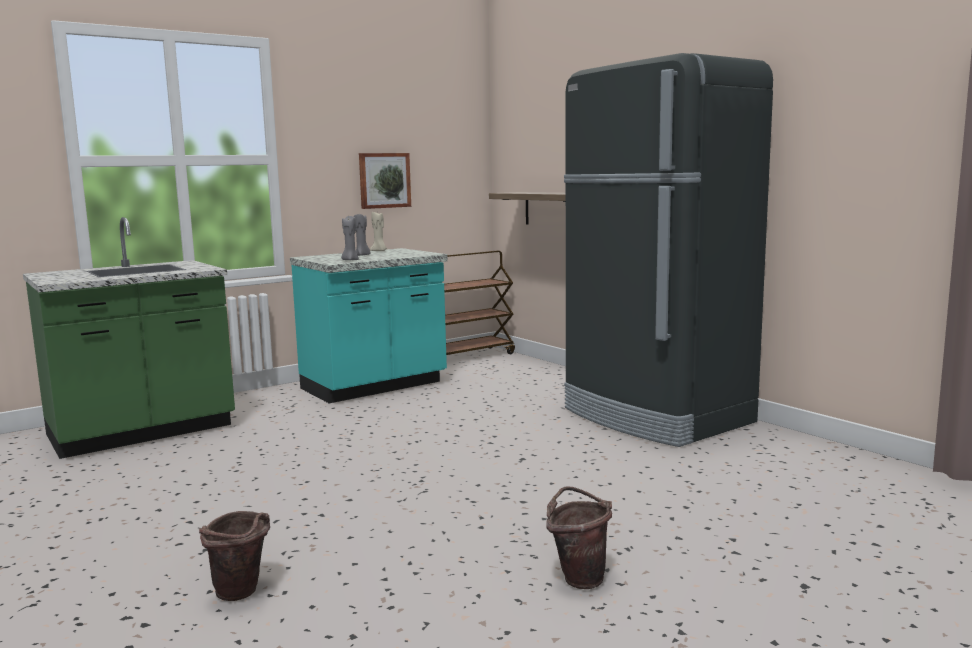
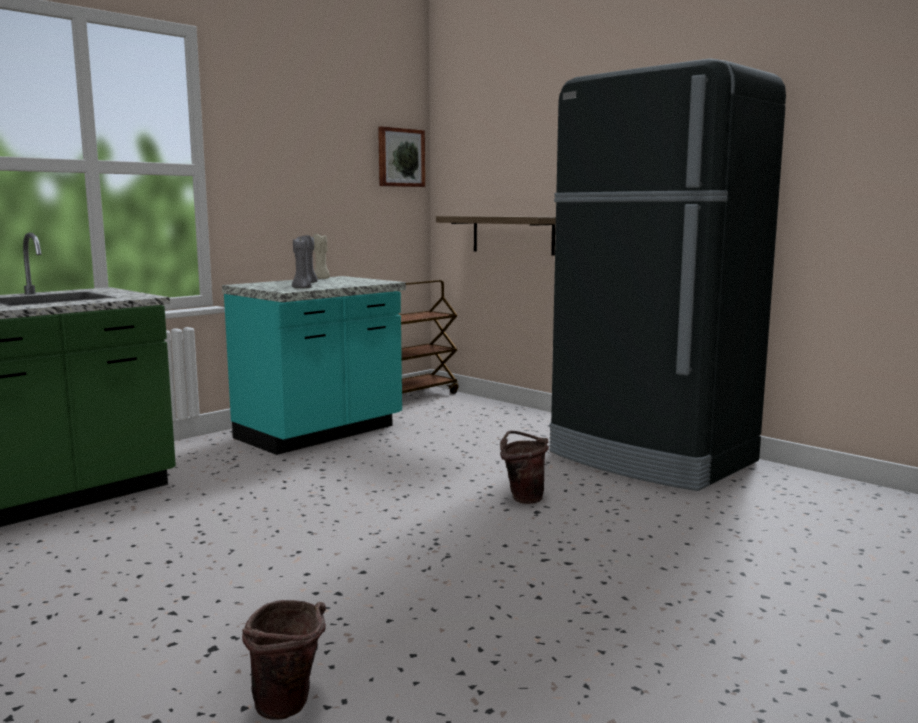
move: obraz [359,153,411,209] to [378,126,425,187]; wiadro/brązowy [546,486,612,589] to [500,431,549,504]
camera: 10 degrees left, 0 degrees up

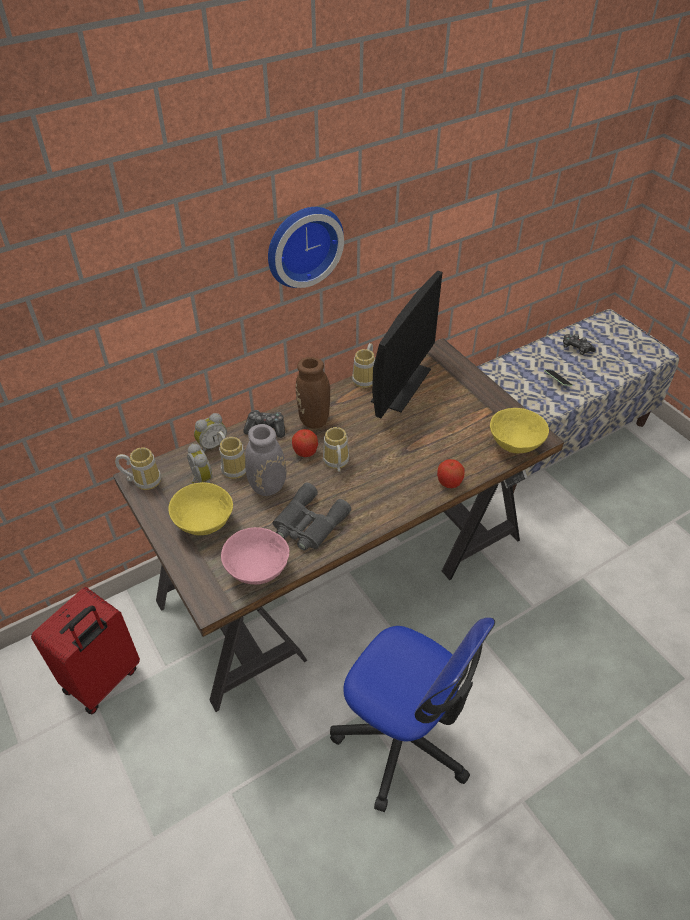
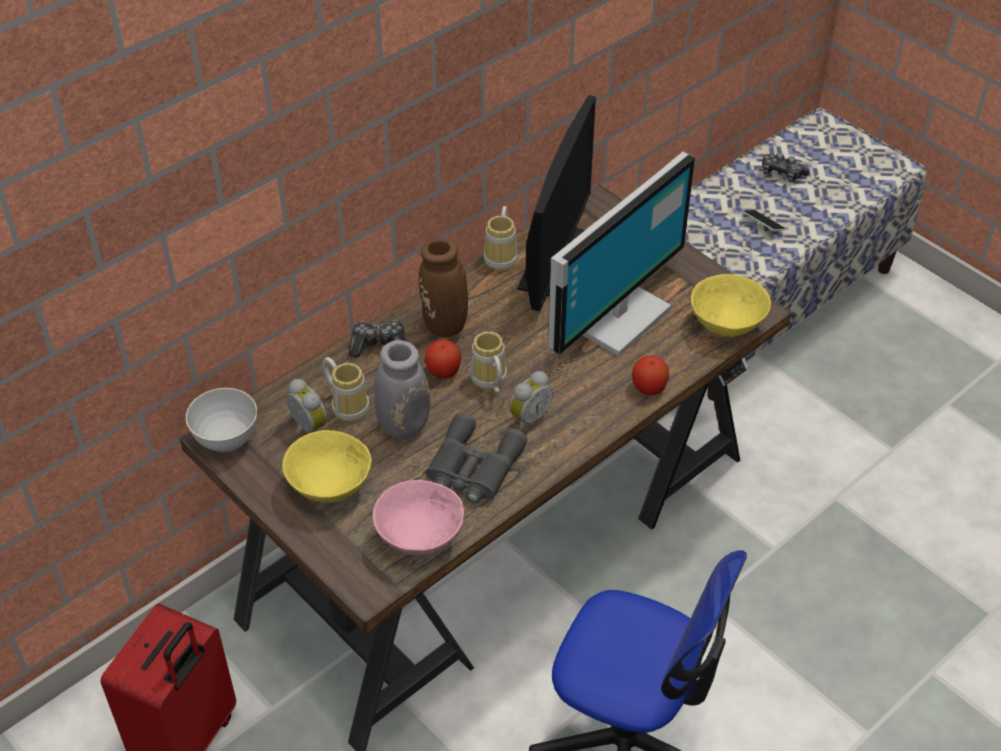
delete: zegar ścienny [268,207,344,288]
insert: monitor [548,152,695,357]
move: budzik [194,413,227,453] to [509,371,553,431]
replace: kubek [115,447,161,490] to miska/szary [186,388,257,452]
camera: 10 degrees left, 0 degrees up

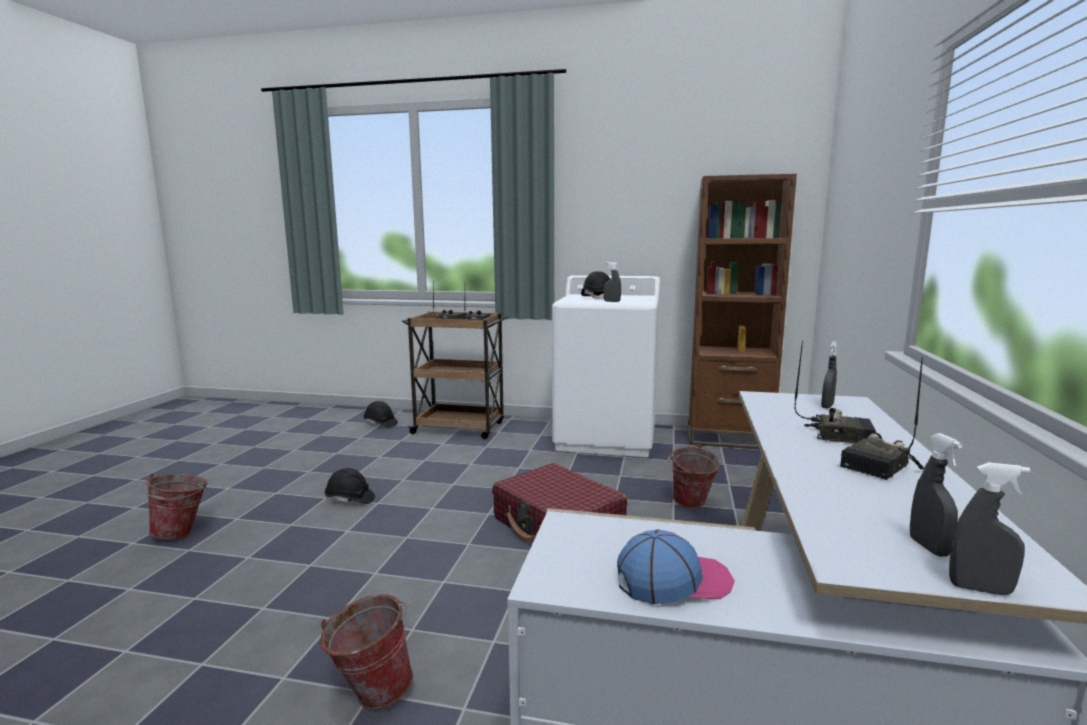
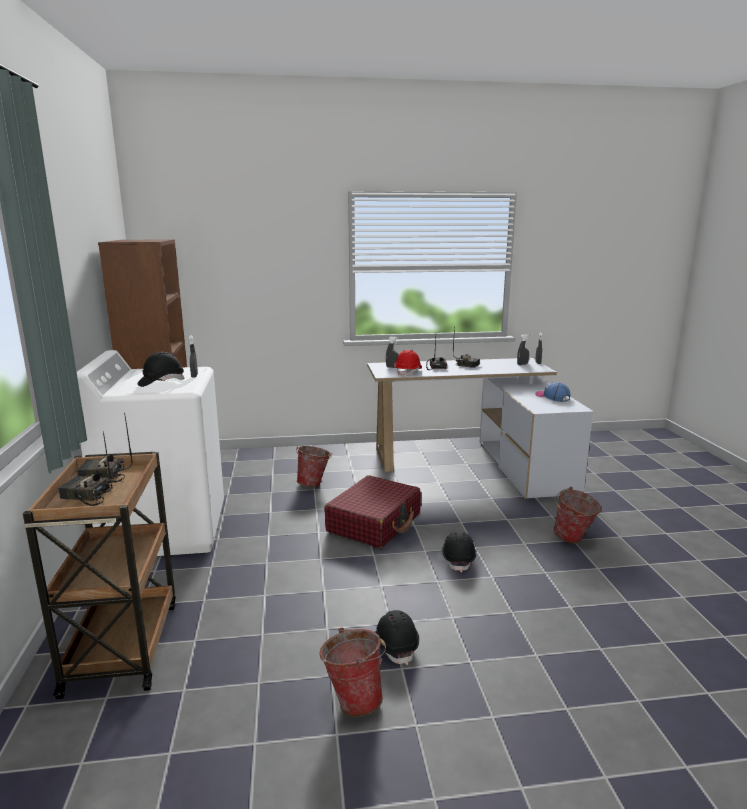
insert: kask/czerwony [394,350,422,376]
move: wiadro [142,474,208,540] to [319,627,386,717]; kask/czarny [363,401,398,428] to [442,531,477,573]
camera: 110 degrees left, 5 degrees up

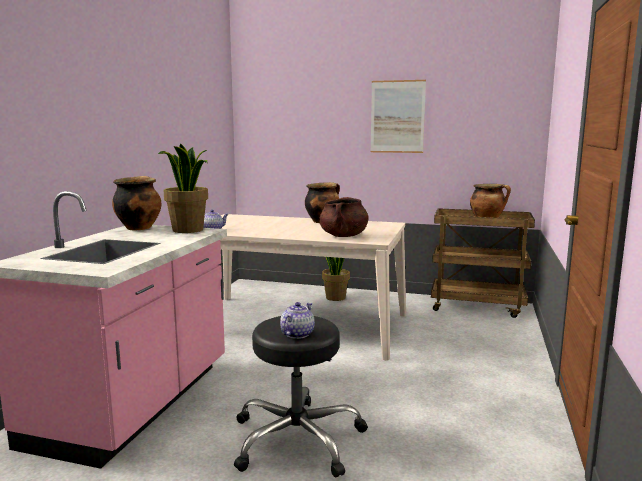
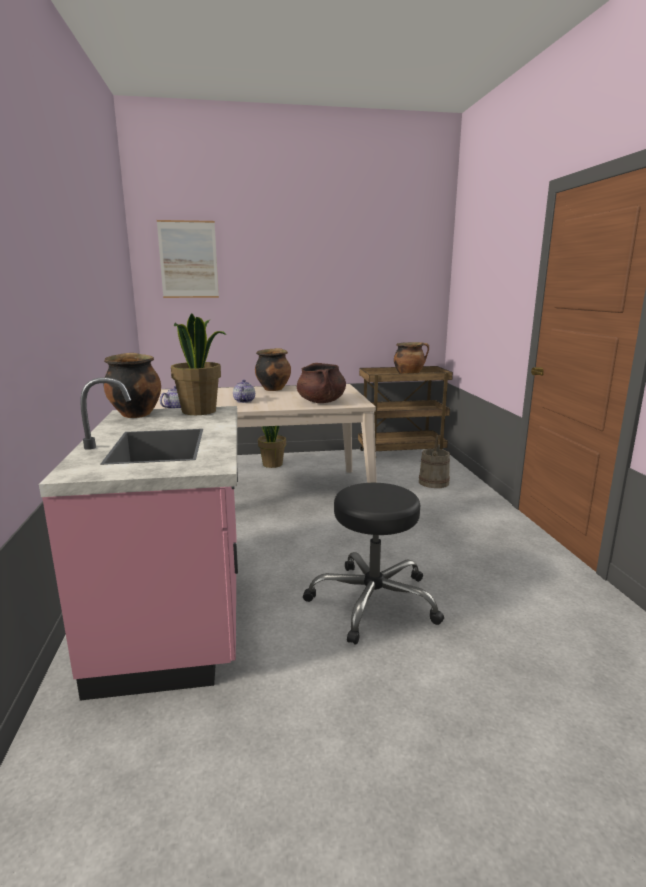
insert: wiadro/beżowy [419,435,450,488]
move: obraz [370,80,426,153] to [157,220,219,298]; imbryk [280,302,315,339] to [233,380,255,403]
camera: 25 degrees left, 5 degrees up

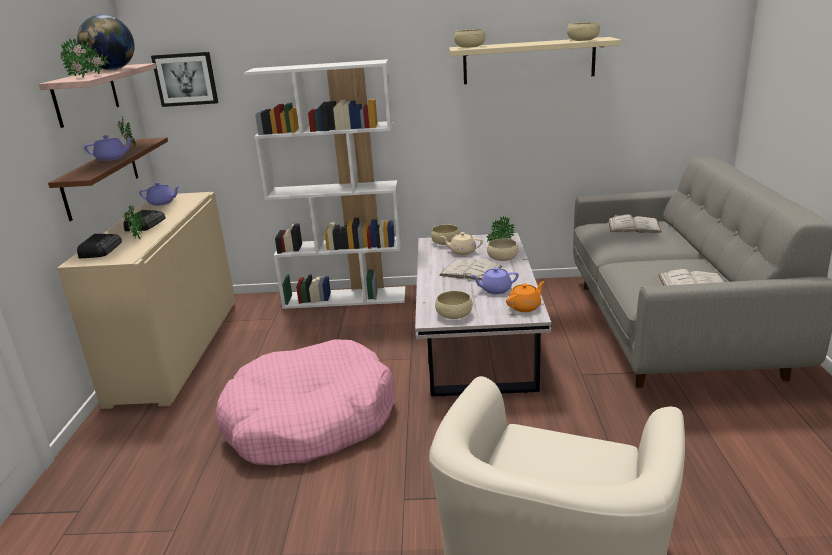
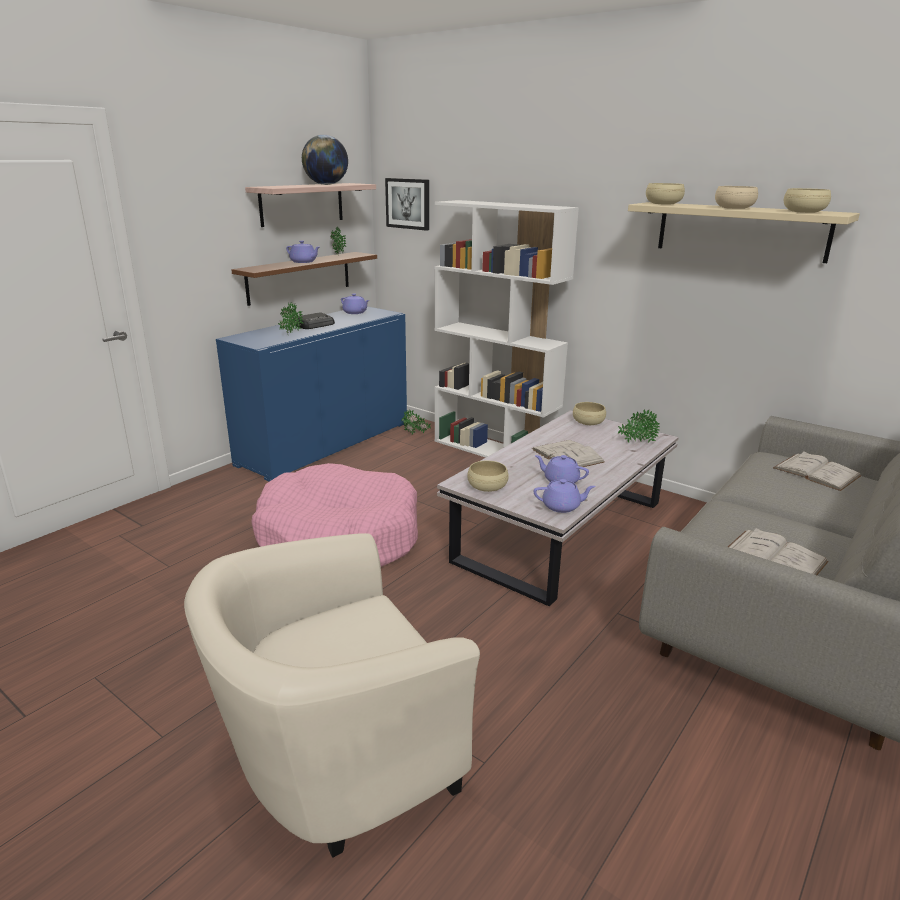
delete: radio [77,234,122,258]; imbryk/beżowy [440,232,483,255]
move: roślina doniczkowa [61,38,109,78] to [402,410,431,435]; miska/beżowy [487,239,519,261] to [715,186,758,209]
recolor: szafka/beżowy [57,192,236,409] to szafka/niebieski [216,306,407,482]; imbryk/pomarańczowy [506,281,545,312] to imbryk/fioletowy [534,479,596,513]
camera: 35 degrees right, 0 degrees up

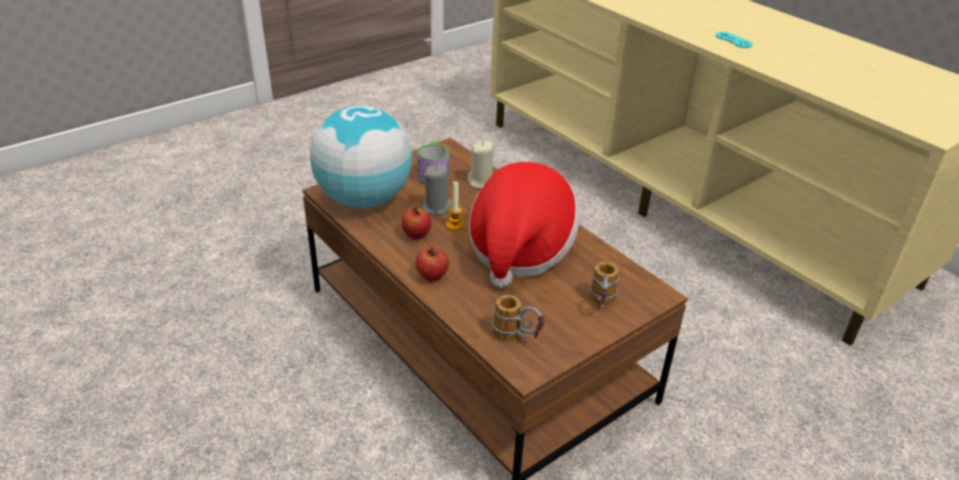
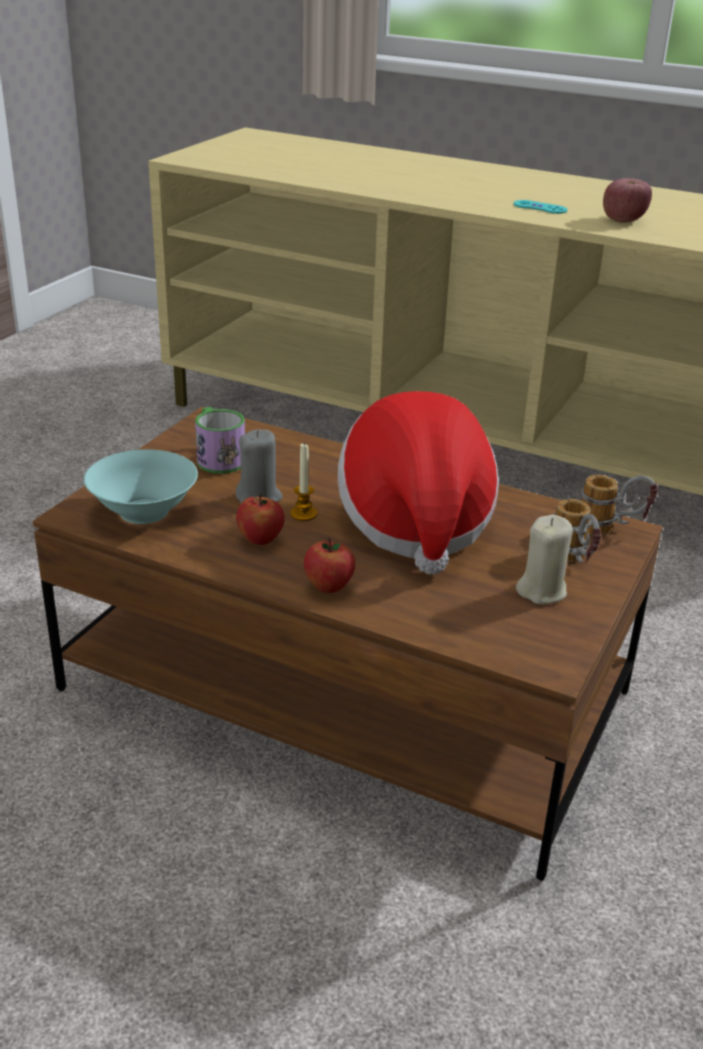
insert: jabłko [603,178,652,223]
move: świeca/beżowy [467,140,494,189] to [516,515,573,604]; kubek [492,295,545,341] to [581,475,658,535]
replace: globus [310,105,413,208] to miska/turkusowy [84,449,198,524]
camera: 25 degrees left, 5 degrees down

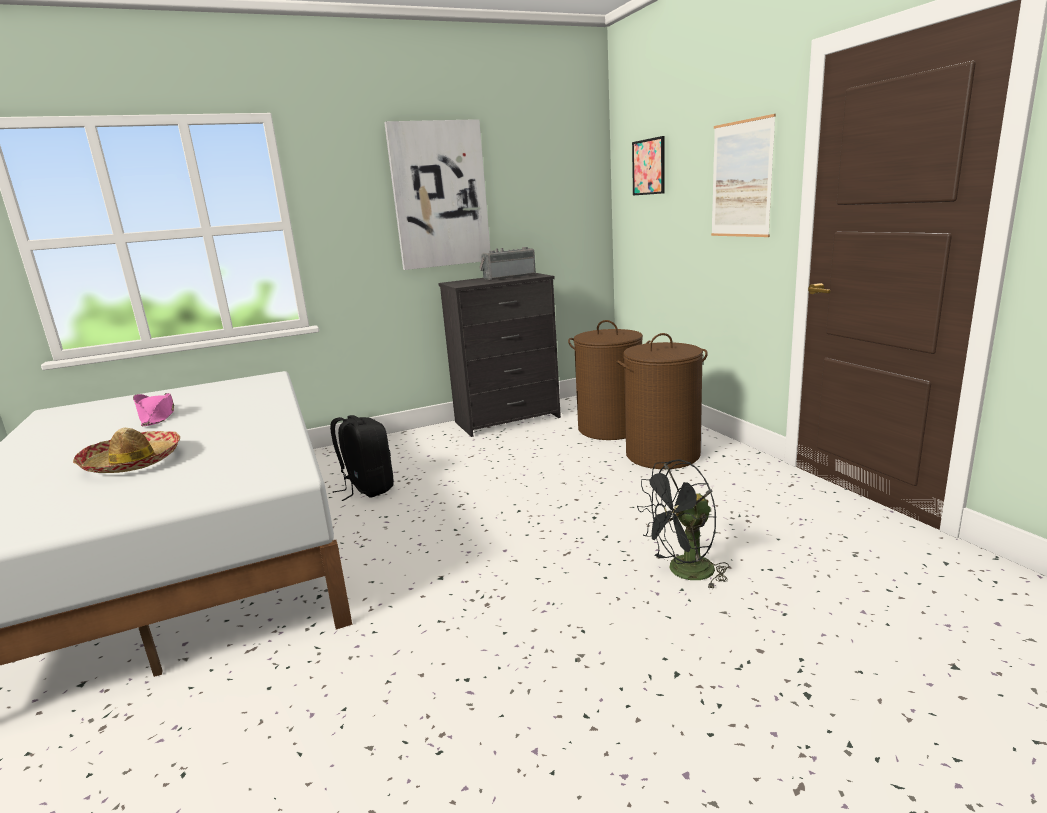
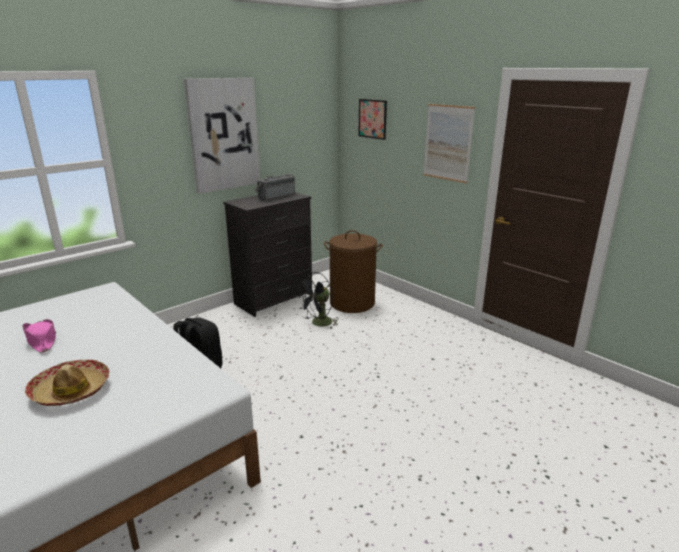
delete: kosz na pranie/brązowy [616,333,708,469]
move: wentylator/czarny [637,460,729,590] to [296,272,338,329]
camera: 20 degrees left, 5 degrees up

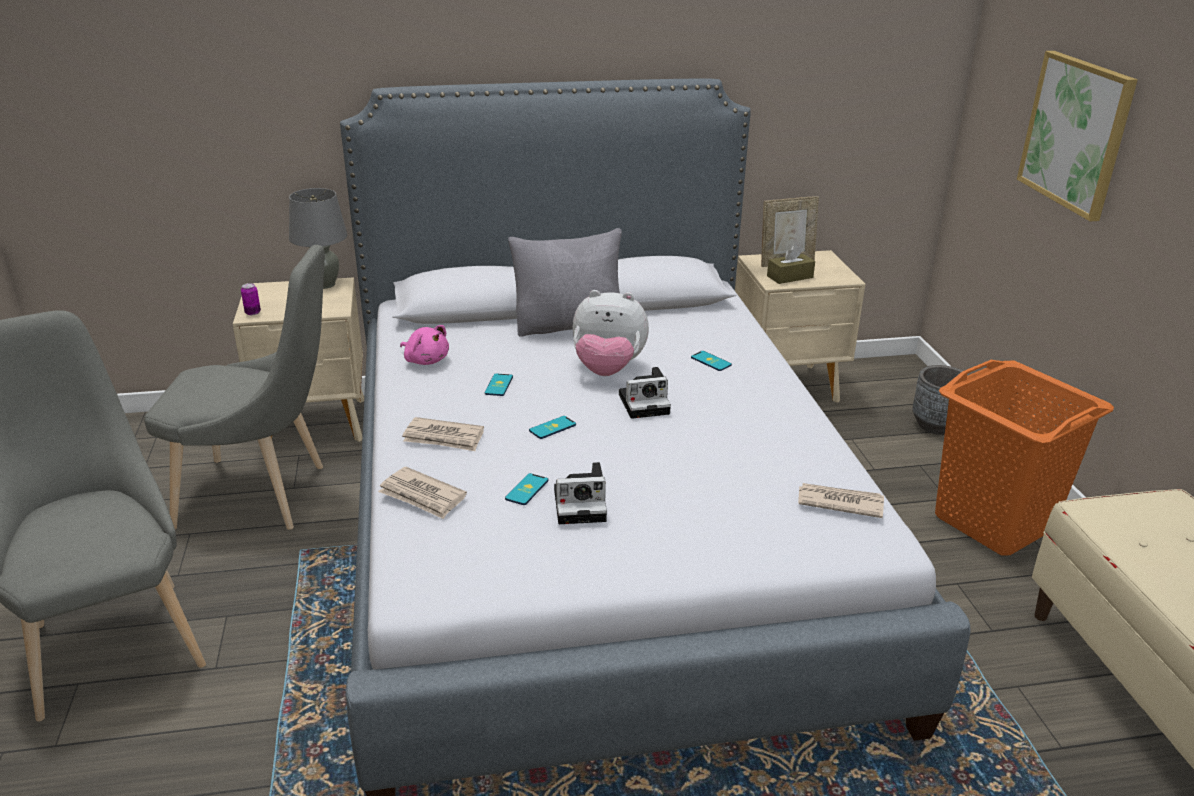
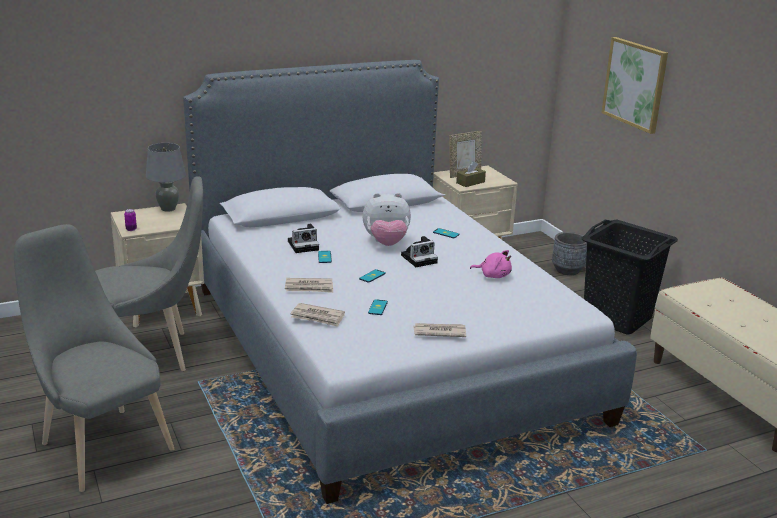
delete: poduszka/szary [508,228,622,337]
move: aparat fotograficzny [554,462,607,524] to [288,224,319,253]; gazeta [798,483,884,518] to [413,323,466,337]; pluszak/różowy [400,325,449,365] to [470,250,512,278]
recolor: kosz na pranie/pomarańczowy [935,360,1114,555] to kosz na pranie/czarny [581,220,678,335]
camera: 15 degrees left, 5 degrees down

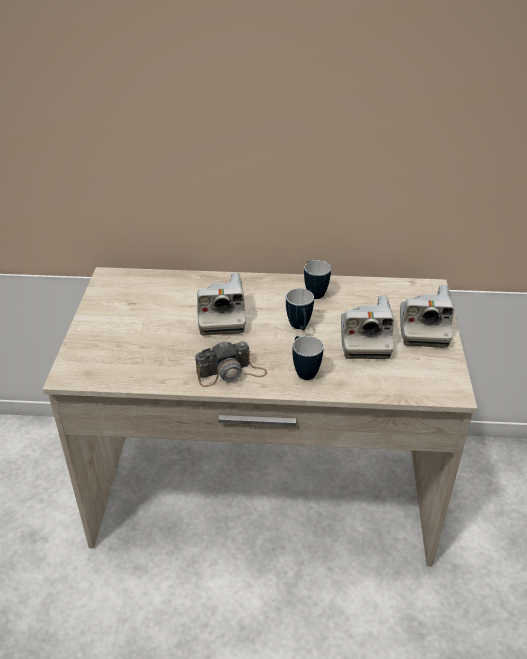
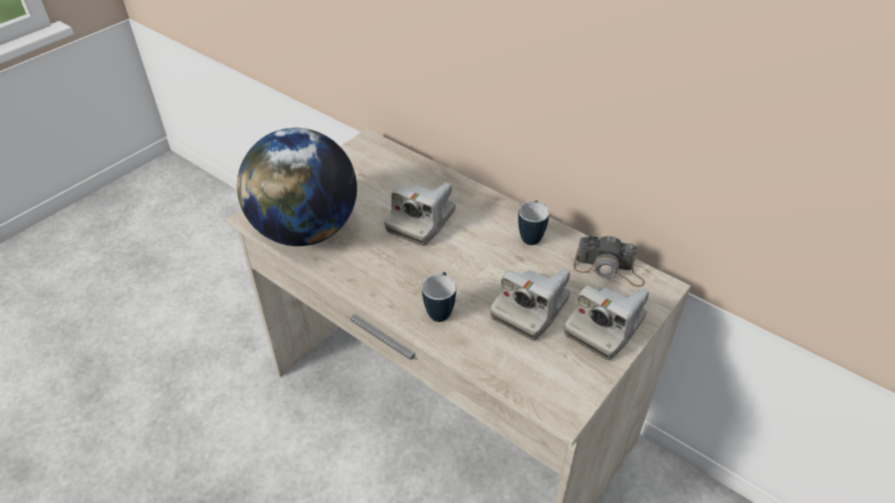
delete: kubek [286,288,314,330]
insert: globus [237,128,357,246]
move: aparat fotograficzny [195,340,267,387] to [573,235,645,287]
camera: 35 degrees right, 5 degrees up

